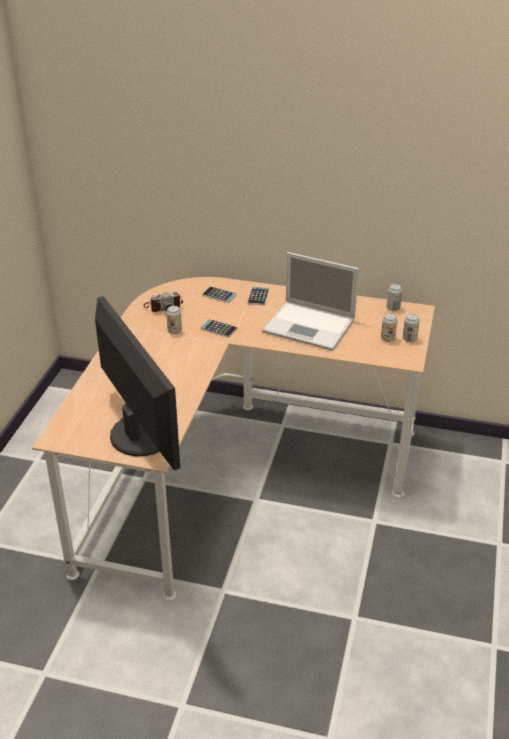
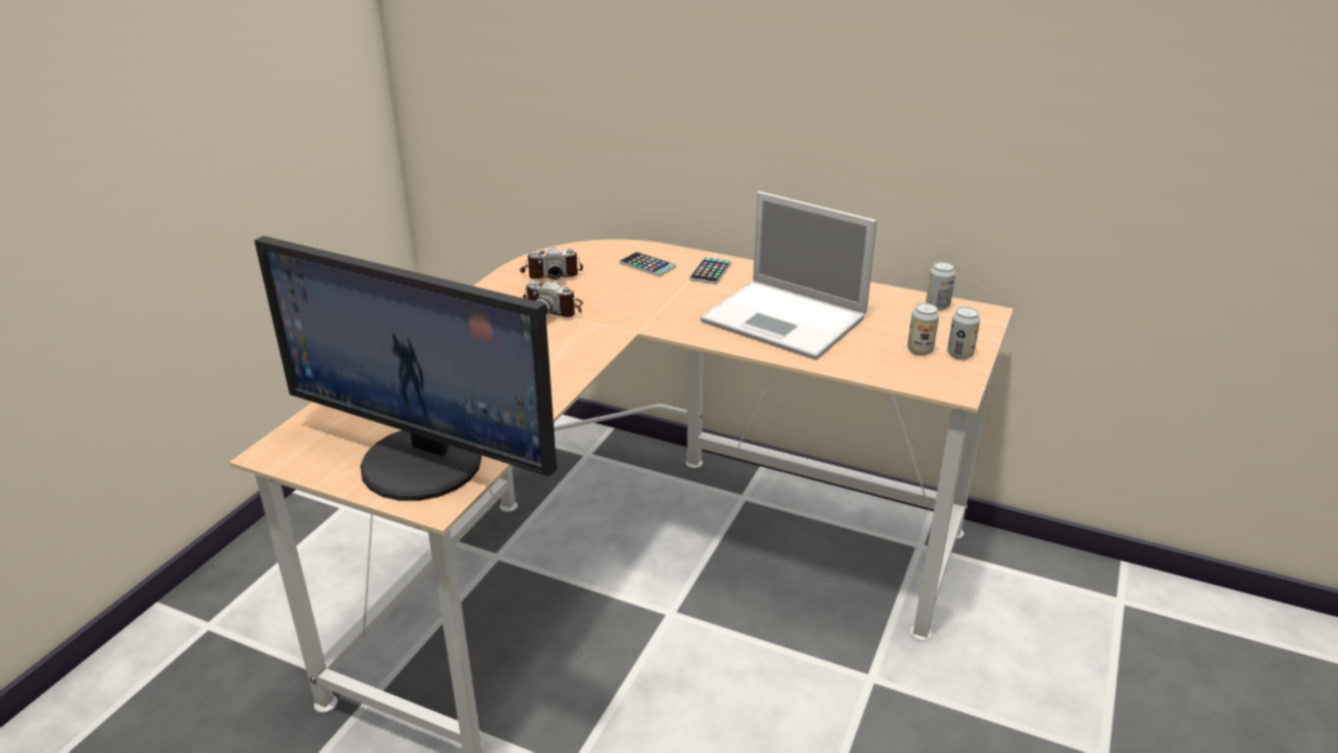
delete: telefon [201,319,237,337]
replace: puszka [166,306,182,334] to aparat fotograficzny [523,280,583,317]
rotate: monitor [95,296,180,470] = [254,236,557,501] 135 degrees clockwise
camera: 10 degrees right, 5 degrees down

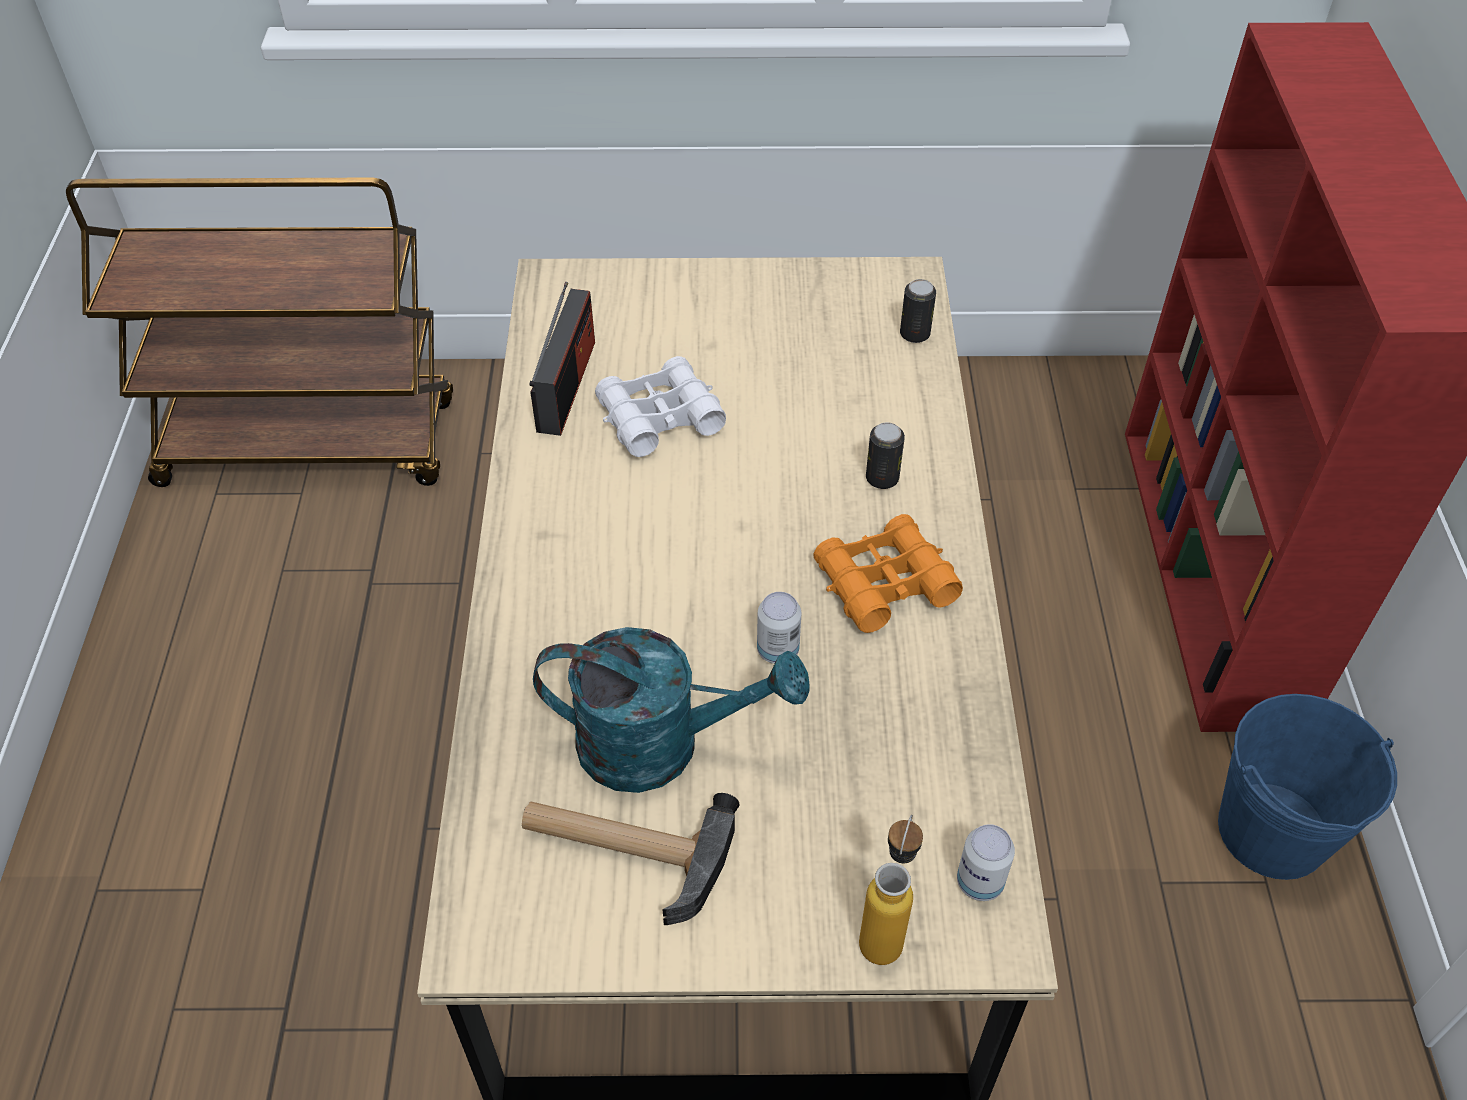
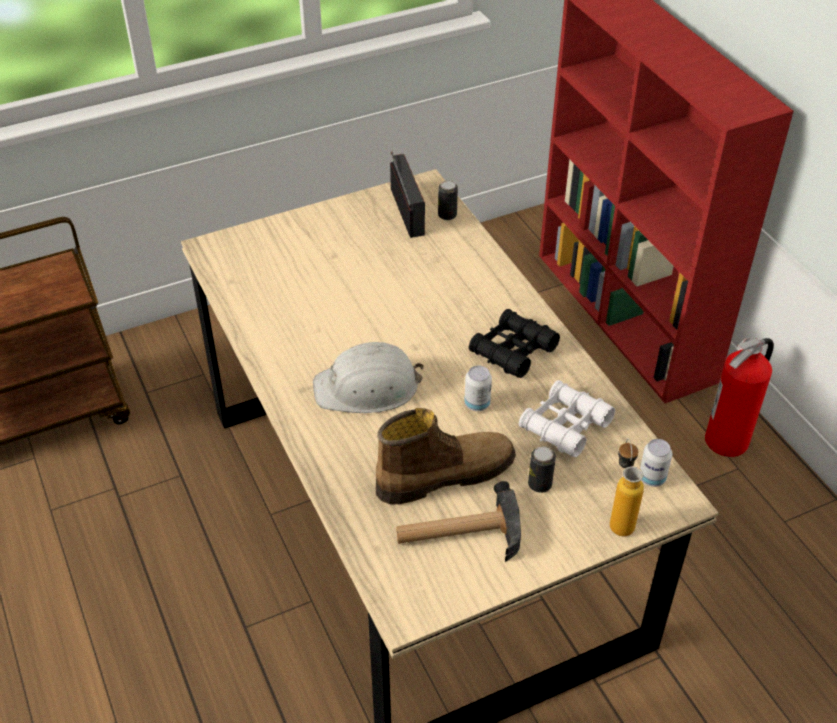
insert: kask/biały [313,342,424,413]
move: radio [530,282,595,436] to [390,151,425,238]; lornetka/biały [595,356,726,457] to [519,380,615,457]; puszka [866,422,905,489] to [528,446,556,493]
replace: konewka/turkusowy [533,627,810,793] to but z cholewką [376,408,516,504]; wiadro/niebieski [1218,694,1397,880] to gaśnica [705,338,774,457]
recolor: lornetka/pomarańczowy [813,514,963,633] to lornetka/czarny [469,309,560,378]
camera: 25 degrees left, 5 degrees down

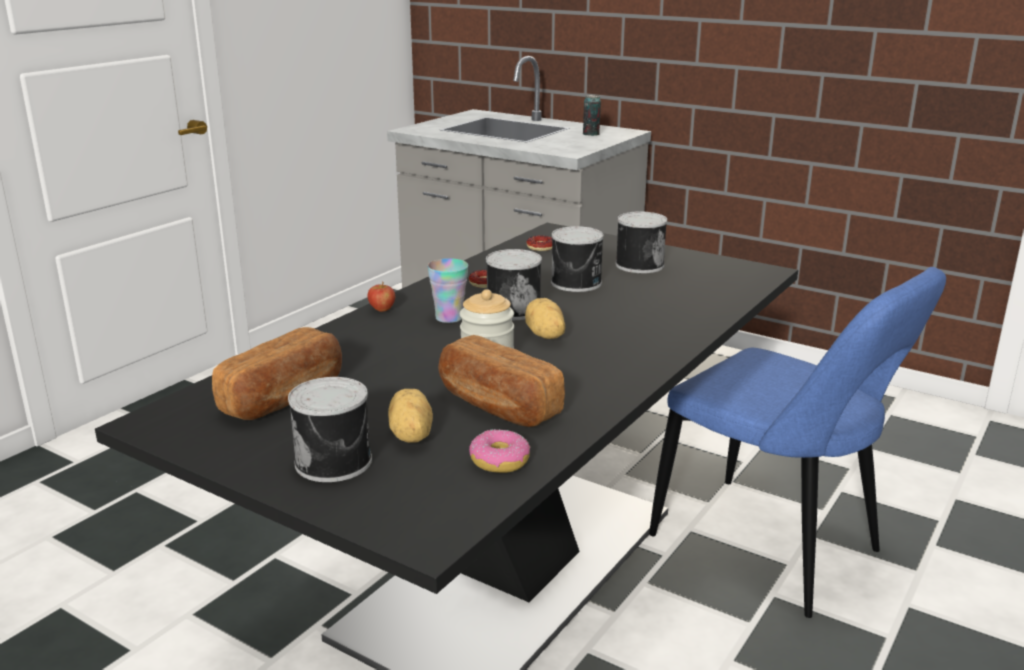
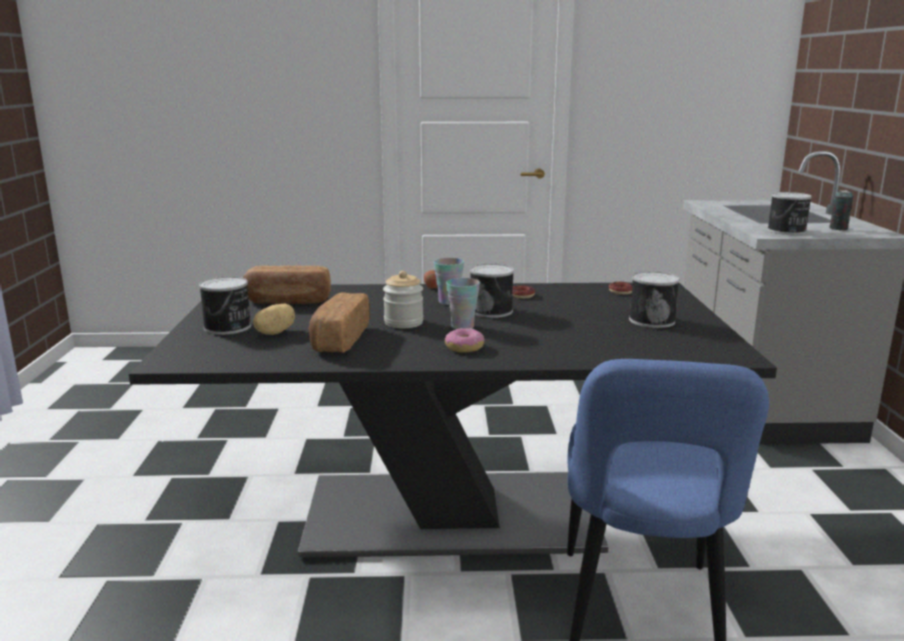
move: donut [469,429,530,473] to [445,328,485,353]; puszka [551,226,604,292] to [767,192,812,235]
replace: ziemniak [525,298,565,339] to filiżanka [446,278,480,329]
camera: 55 degrees right, 5 degrees down

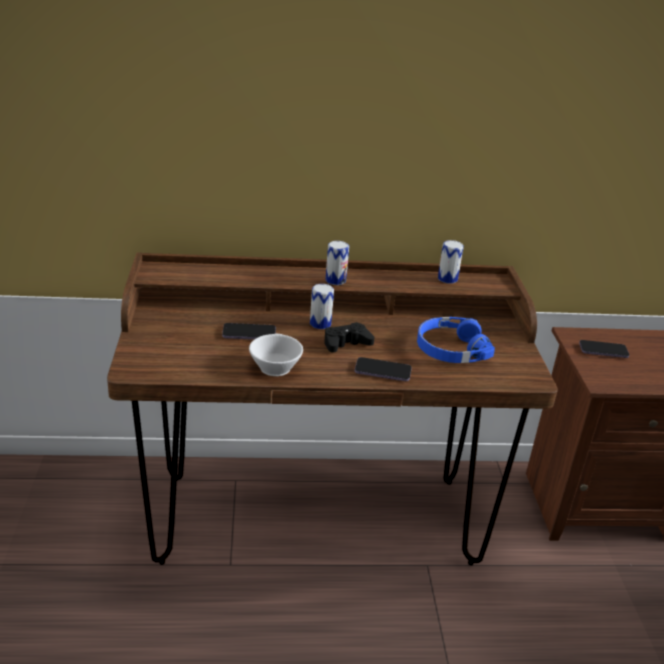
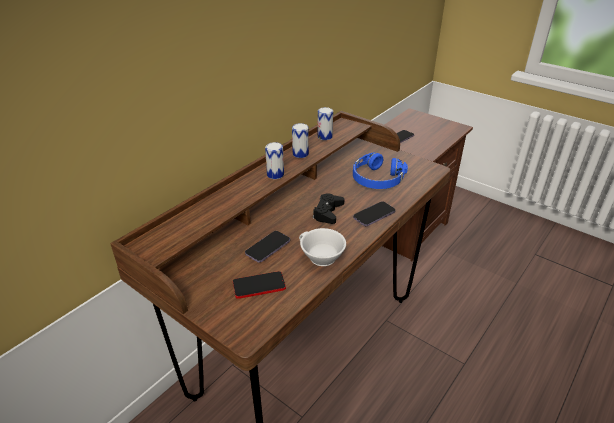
insert: telefon [233,271,286,299]
move: puszka [310,284,334,329] to [292,123,309,158]
camera: 45 degrees left, 5 degrees up

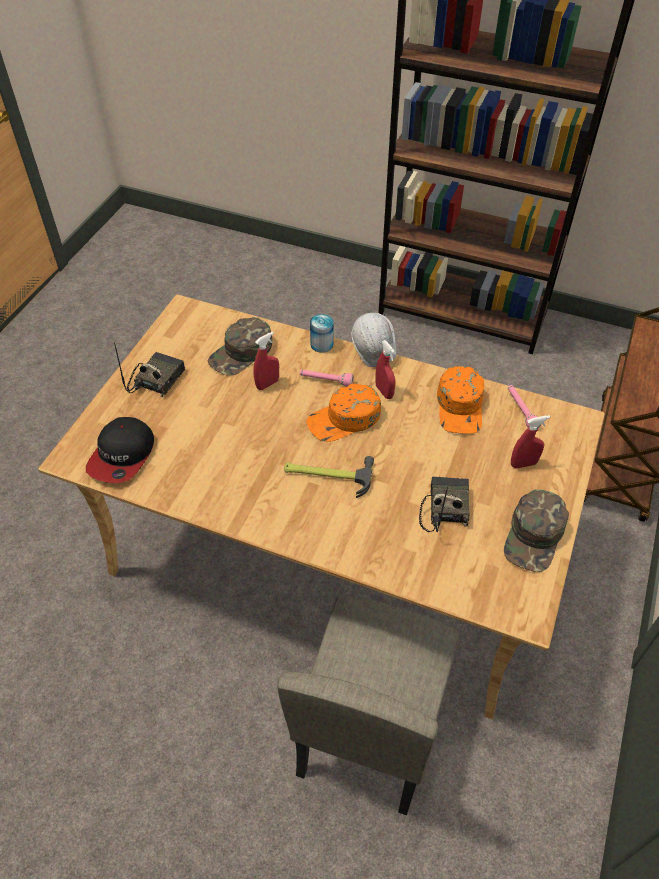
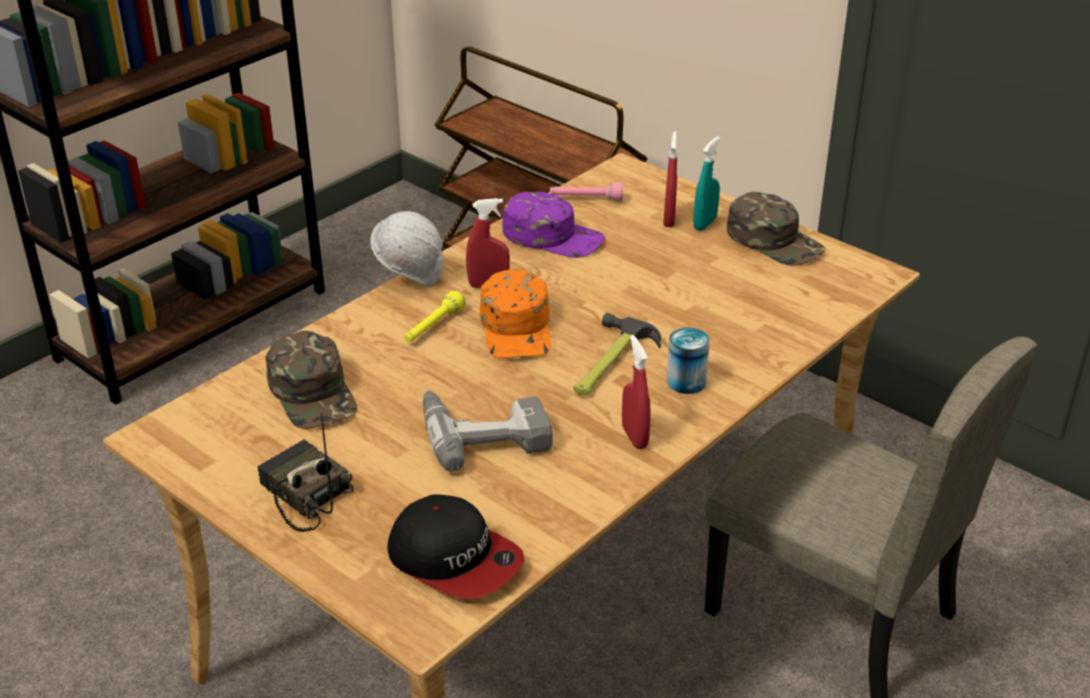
delete: radio [419,476,470,532]
insert: wiertarka [423,391,552,472]; spryskiwacz/turkusowy [693,136,720,231]
move: spryskiwacz/czerwony [253,332,279,390] to [622,335,651,449]; puszka [310,314,334,353] to [667,327,710,394]
recolor: latarka/różowy [300,370,354,387] to latarka/żółty [405,290,465,342]; czapka z daszkiem/pomarańczowy [437,366,484,434] to czapka z daszkiem/fioletowy [502,192,605,258]
camera: 70 degrees left, 15 degrees down

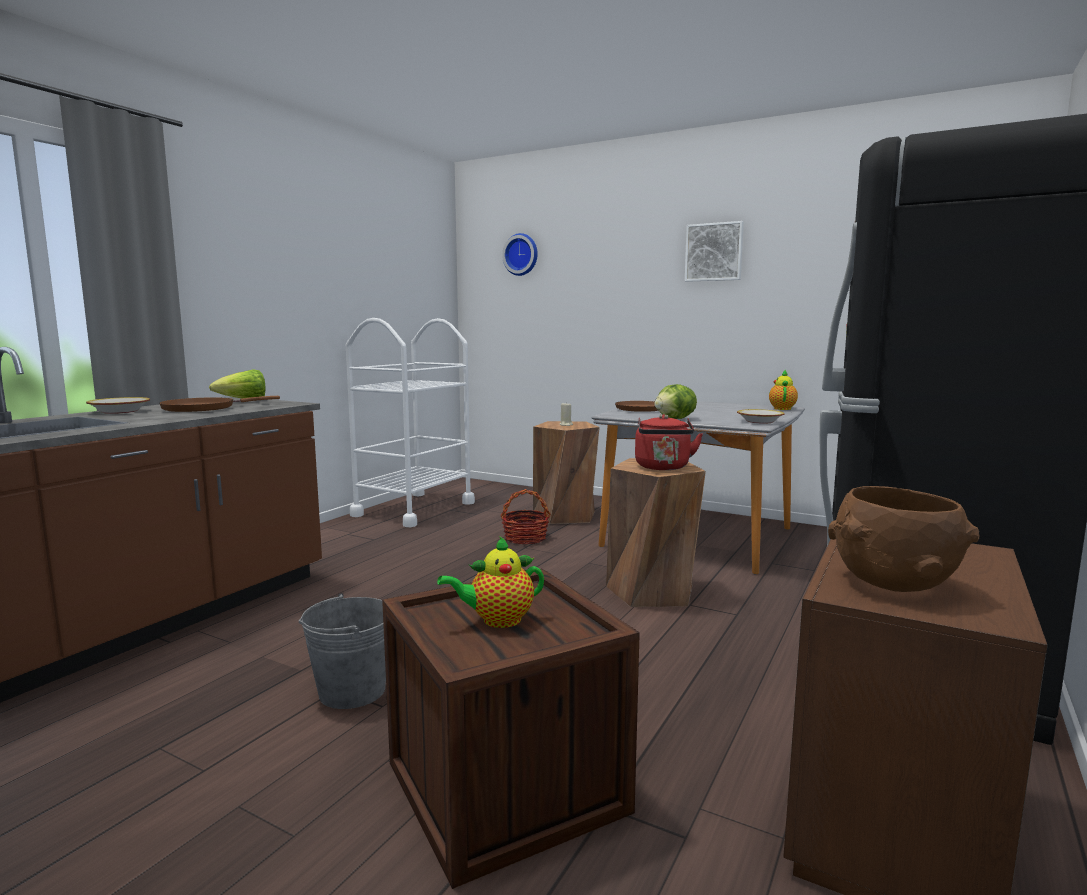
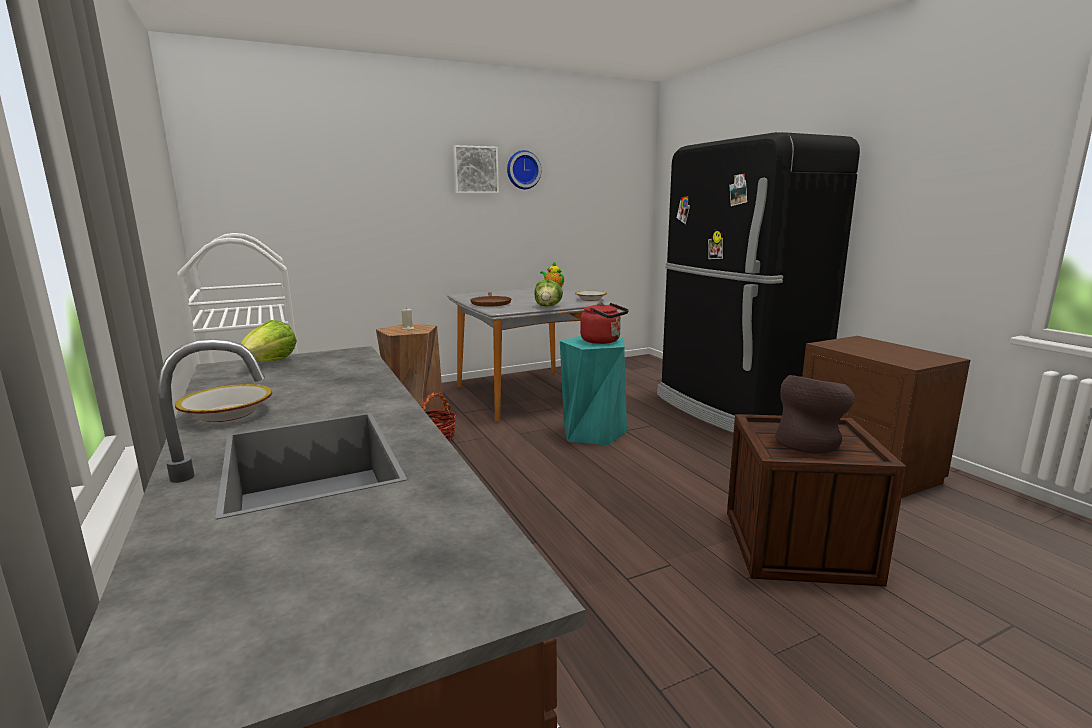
delete: patelnia/brązowy [159,396,280,412]; wiadro/szary [299,593,386,709]; miska/brązowy [828,486,979,592]
move: zegar ścienny [502,233,538,276] to [507,150,541,189]
replace: imbryk [437,536,544,628] to wazon/brązowy [775,375,855,454]
recolor: stołek/brązowy [606,458,706,607] to stołek/turkusowy [560,336,627,445]
camera: 55 degrees left, 5 degrees up

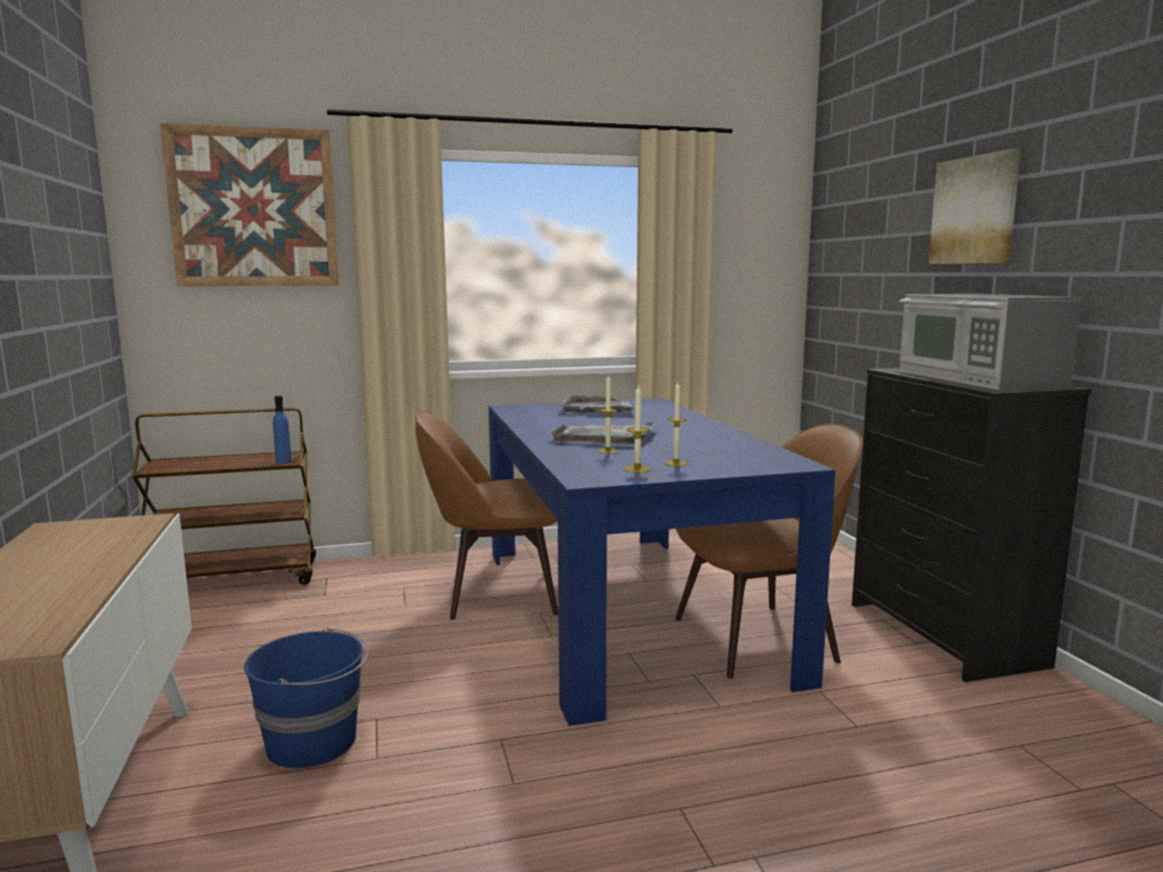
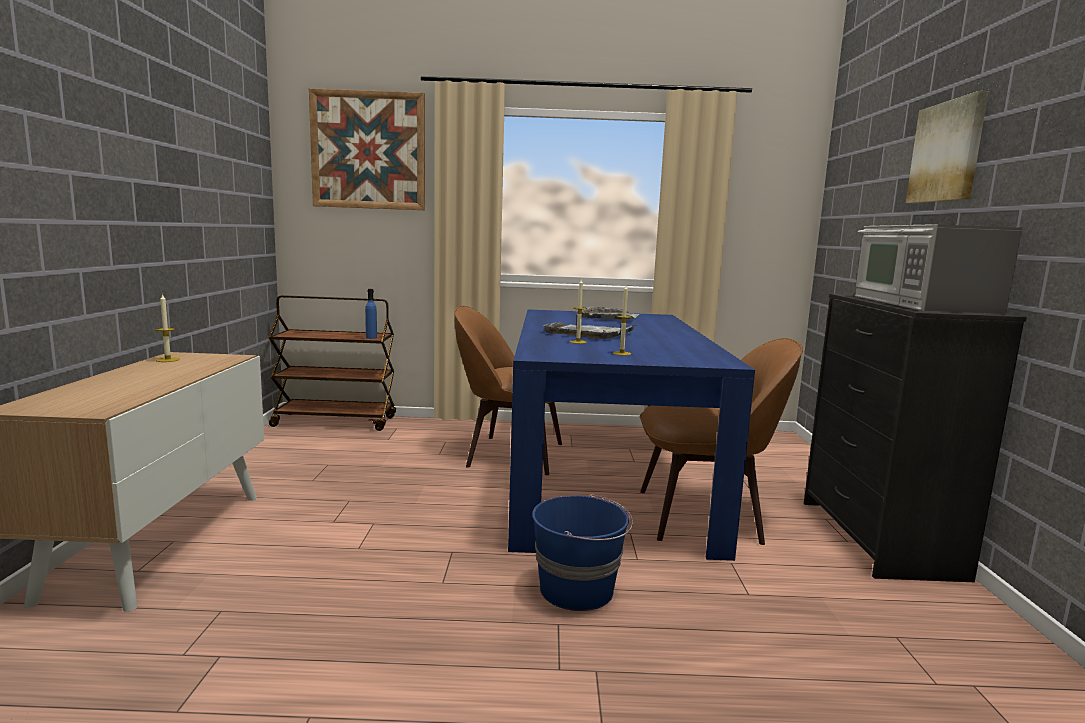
move: świeca [624,384,650,473] to [155,293,180,362]; wiadro/niebieski [244,628,369,768] to [532,494,634,611]
camera: 15 degrees right, 0 degrees up

